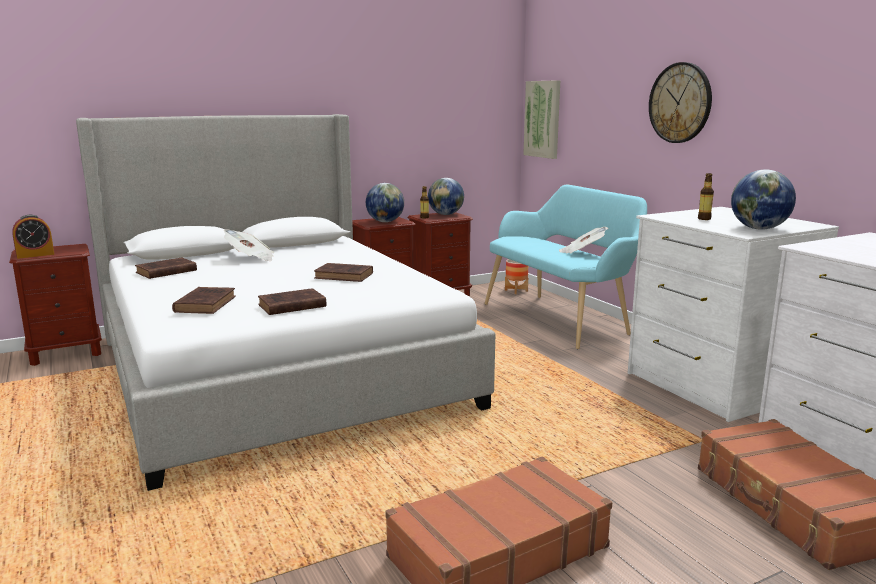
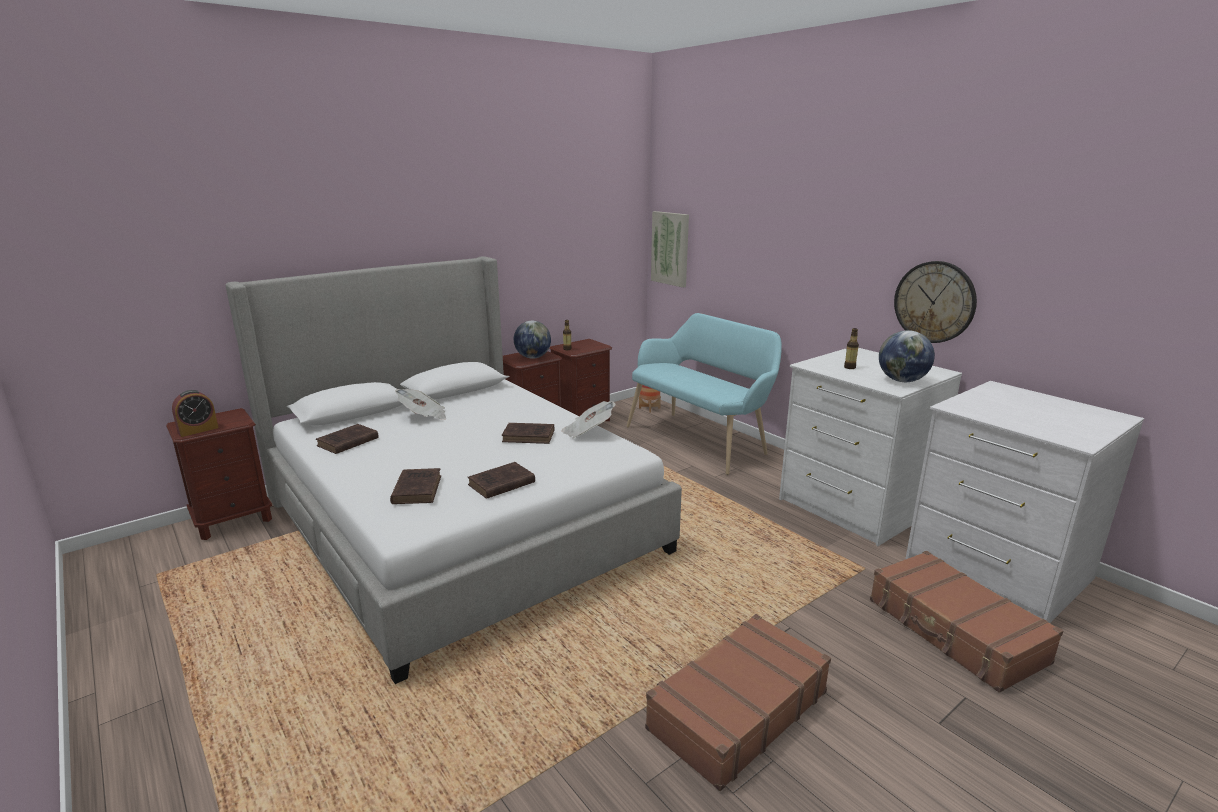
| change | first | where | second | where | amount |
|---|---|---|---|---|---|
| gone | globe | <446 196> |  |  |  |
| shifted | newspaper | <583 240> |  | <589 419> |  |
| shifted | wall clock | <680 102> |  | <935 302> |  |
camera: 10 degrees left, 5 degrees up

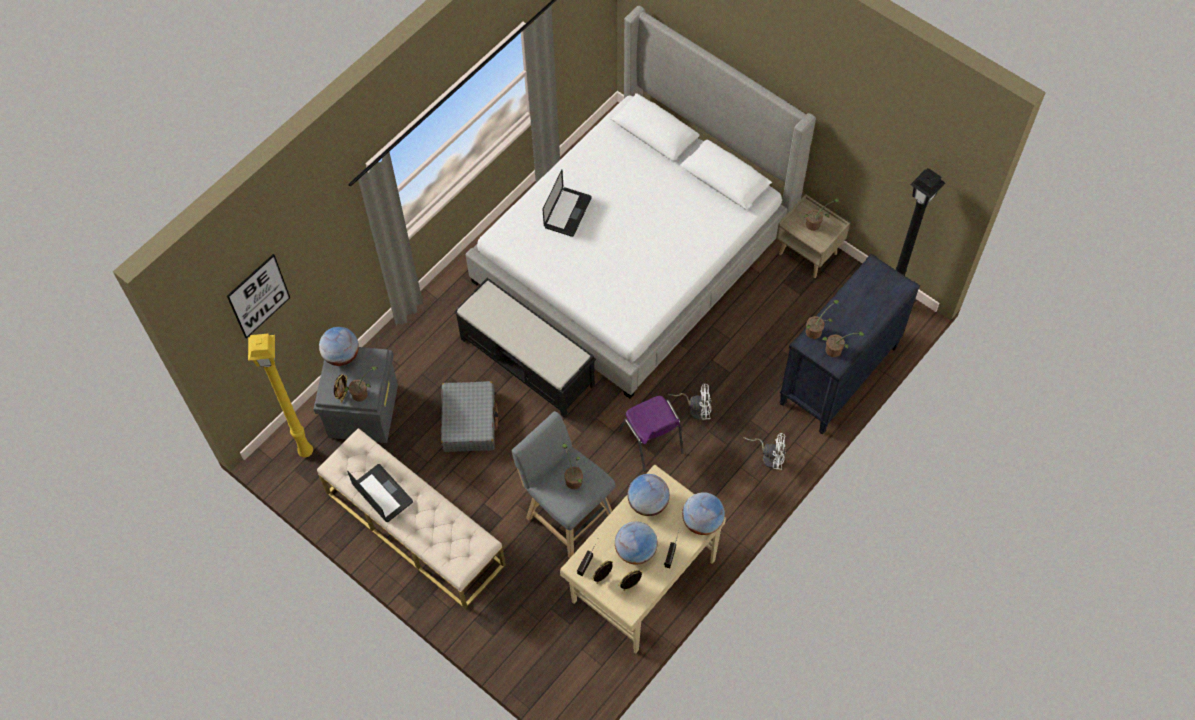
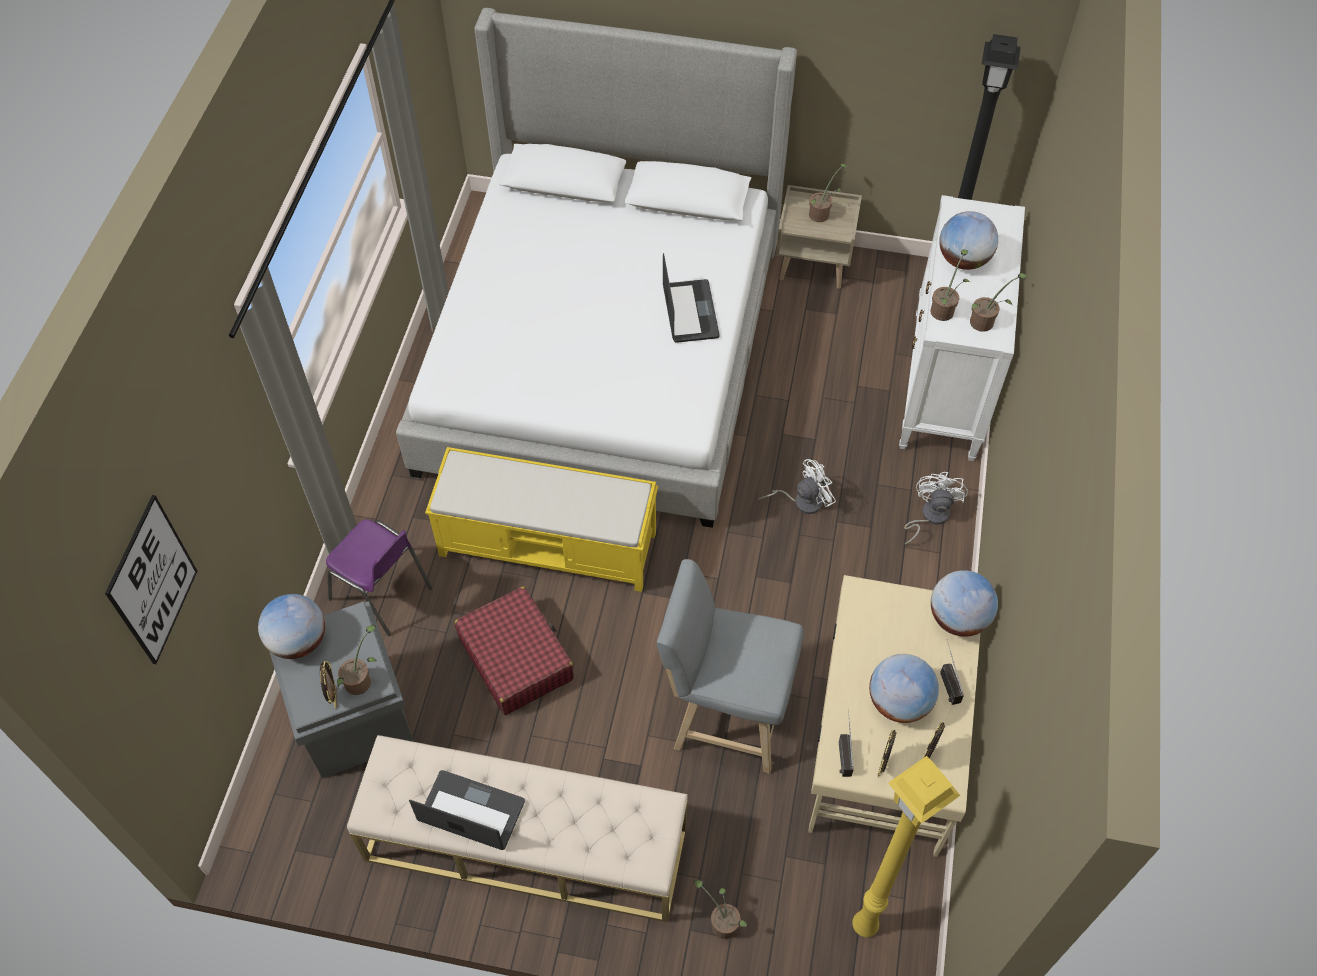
| change | first | where | second | where | amount |
|---|---|---|---|---|---|
| shifted | yellow floor lamp | <280 395> |  | <906 846> |  |
| repainted | grey suitcase | <469 416> | red suitcase | <514 651> |  |
| repainted | black bench | <525 348> | yellow bench | <541 519> |  |
| shifted | laptop | <567 203> |  | <691 298> |  |
| shifted | potted plant | <572 466> |  | <721 909> |  |
| shifted | purple chair | <651 434> |  | <379 577> |  |
| shifted | globe | <648 495> |  | <968 240> |  |
| rotated | white fan | <765 451> |  | <936 508> | 60 degrees counterclockwise |
| repainted | black dresser | <850 344> | white dresser | <962 328> |  |
camera: 30 degrees left, 5 degrees down

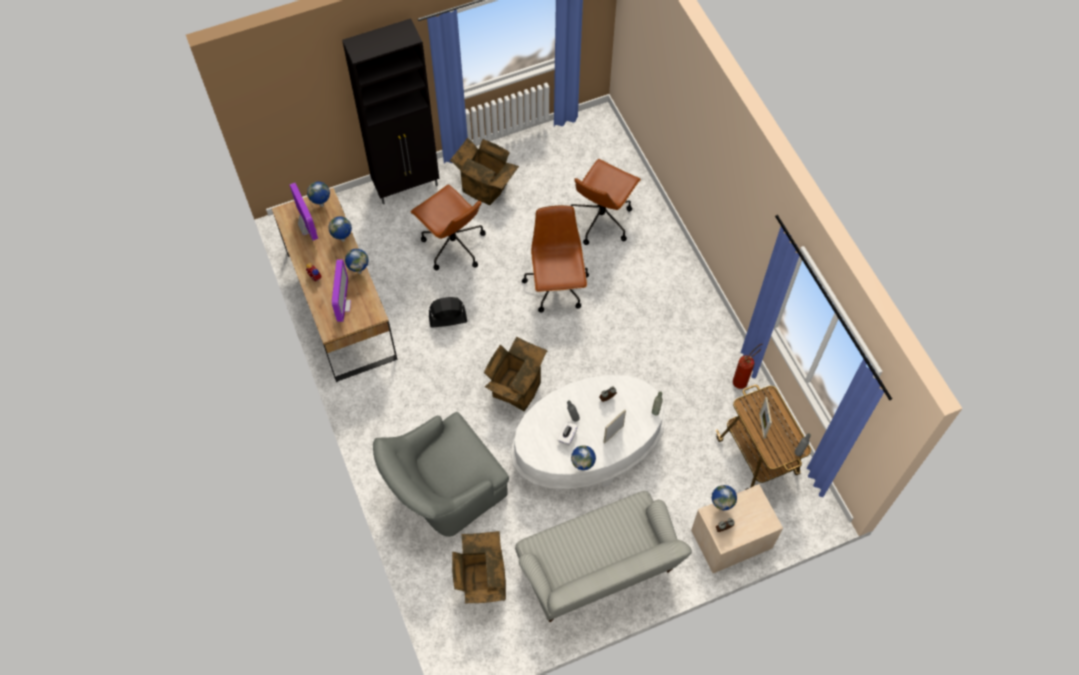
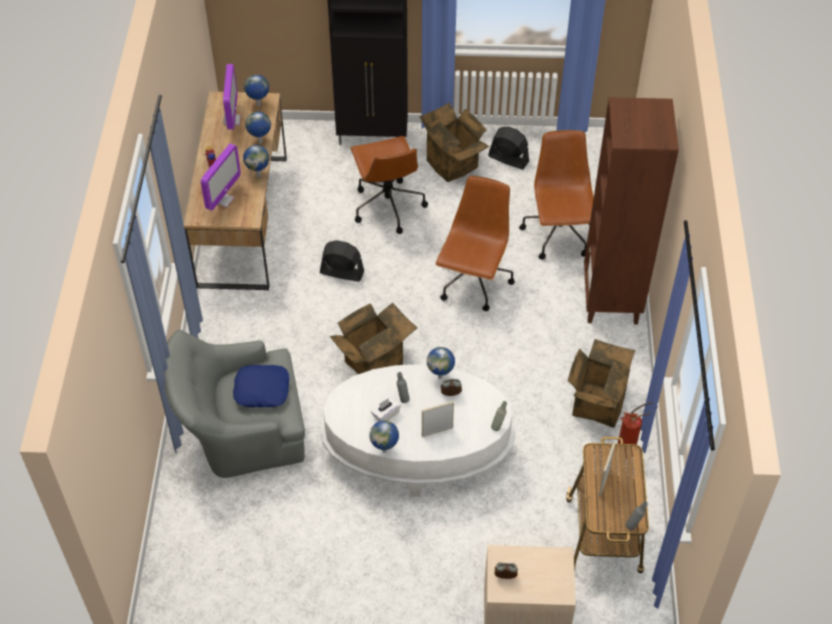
| change | first | where | second | where | amount |
|---|---|---|---|---|---|
| shifted | cardboard box | <479 567> |  | <601 383> |  |
| gone | sofa | <603 556> |  |  |  |
| rotated | brown office chair | <606 202> |  | <556 194> | 120 degrees clockwise |
| shifted | globe | <724 497> |  | <441 363> |  |
| new |  |  | blue pillow | <261 386> |  |
| new |  |  | black fan | <508 148> |  |
| new |  |  | brown bookcase | <631 211> |  |
camera: 25 degrees right, 10 degrees down

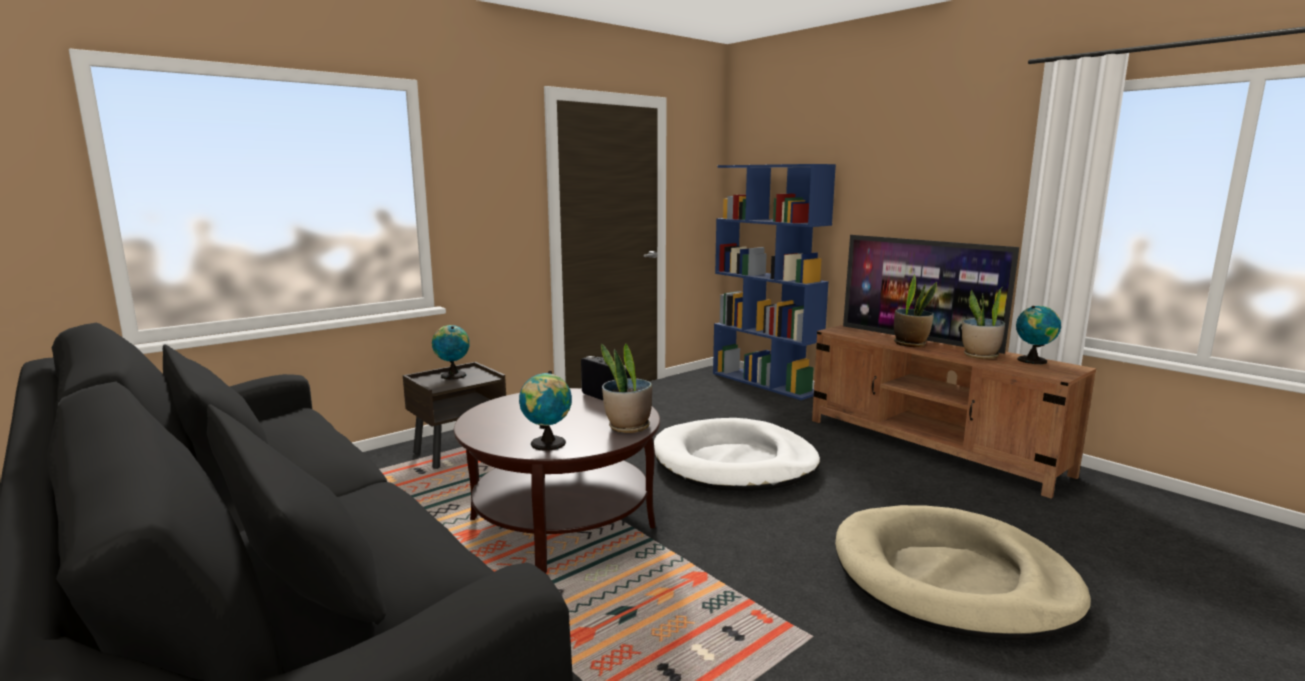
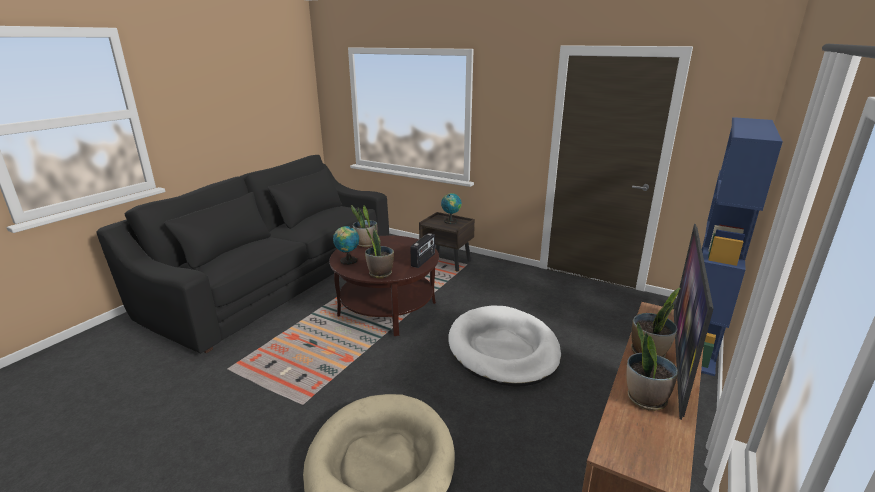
| change | first | where | second | where | amount |
|---|---|---|---|---|---|
| gone | globe | <1038 335> |  |  |  |
| new |  |  | potted plant | <364 226> |  |
camera: 70 degrees right, 10 degrees up

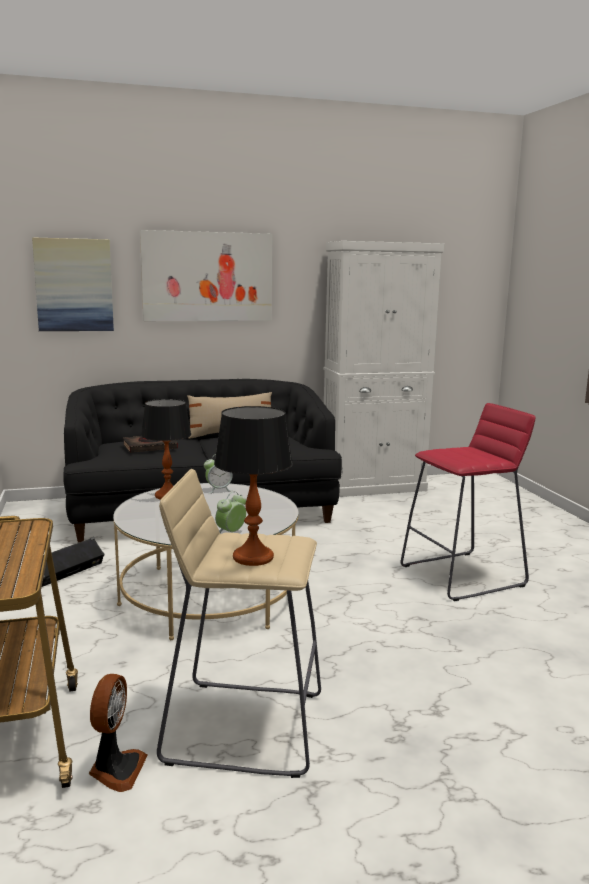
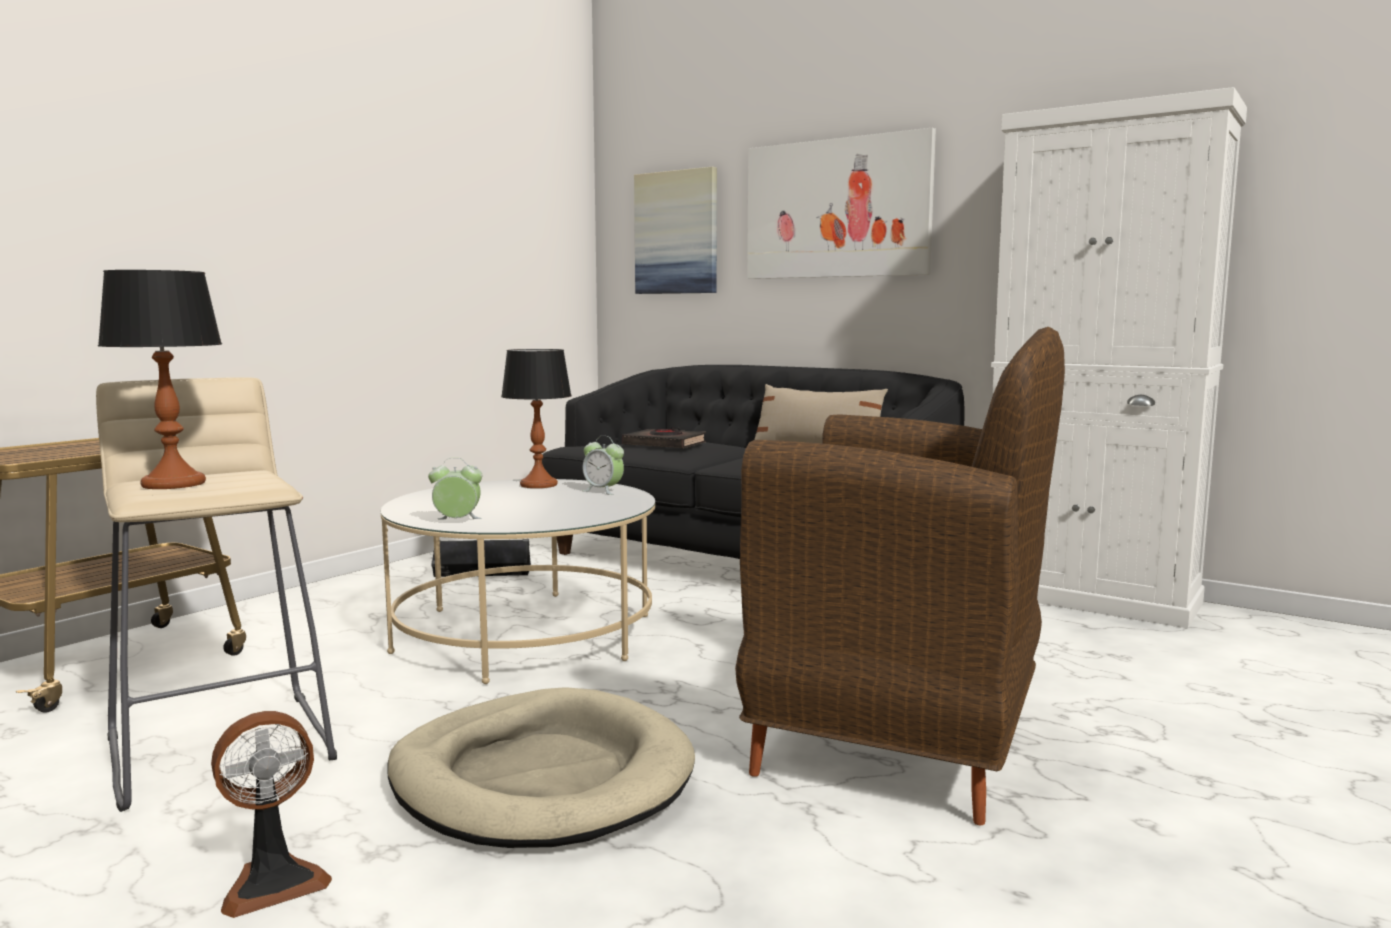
| change | first | where | second | where | amount |
|---|---|---|---|---|---|
| shifted | fan | <118 733> |  | <271 814> |  |
| swapped | red stool | <468 502> | brown armchair | <900 576> |  |
| new |  |  | beige dog bed | <541 767> |  |
camera: 50 degrees right, 5 degrees down

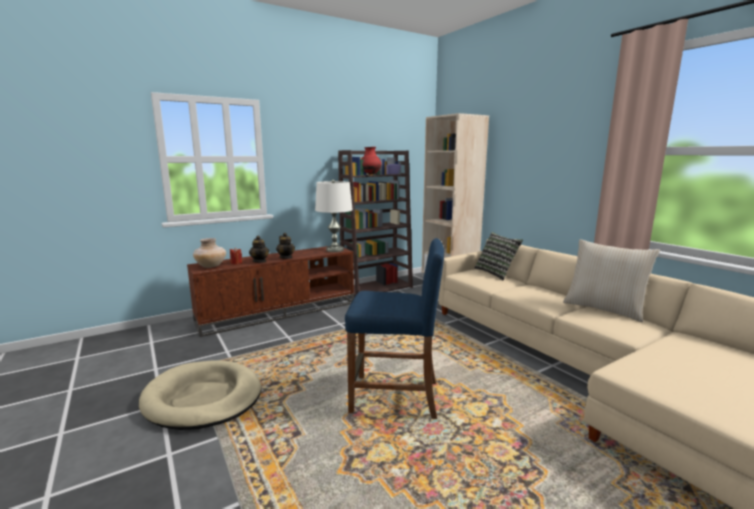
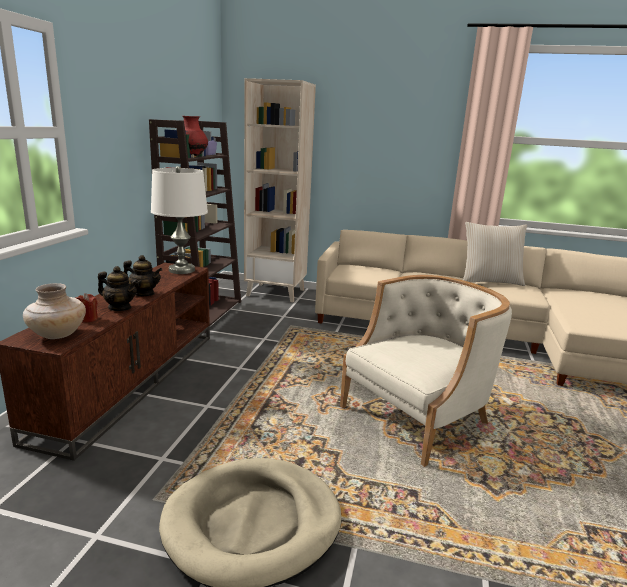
| change | first | where | second | where | amount |
|---|---|---|---|---|---|
| swapped | blue stool | <394 328> | beige armchair | <426 371> |  |
| gone | pillow | <498 256> |  |  |  |
camera: 45 degrees left, 5 degrees up

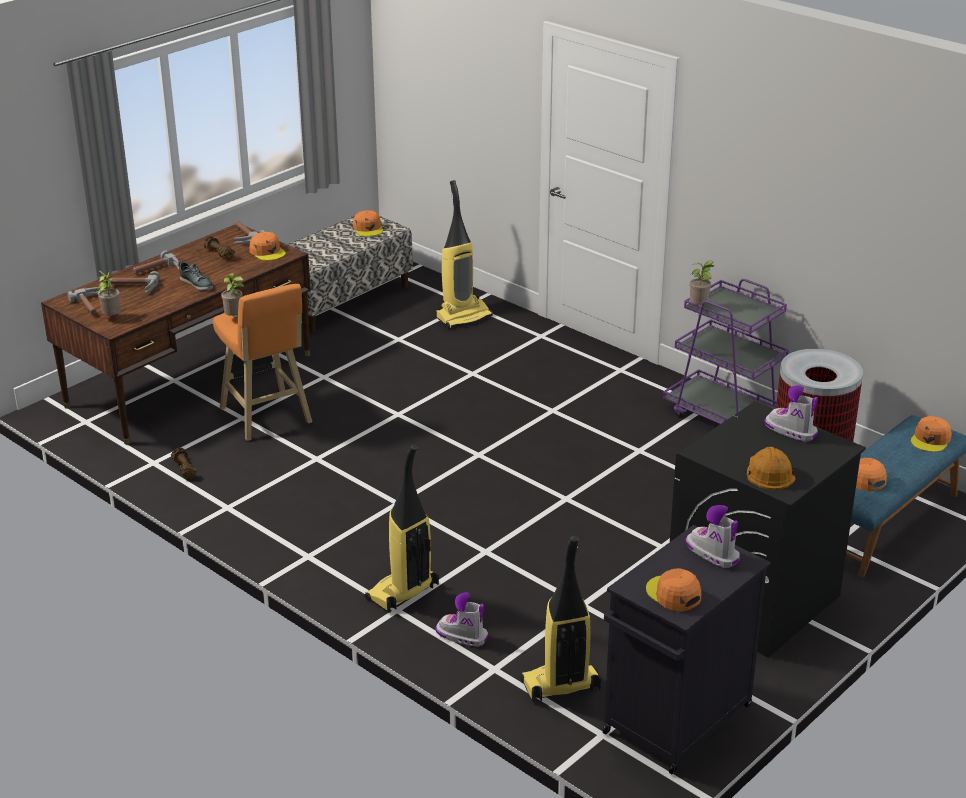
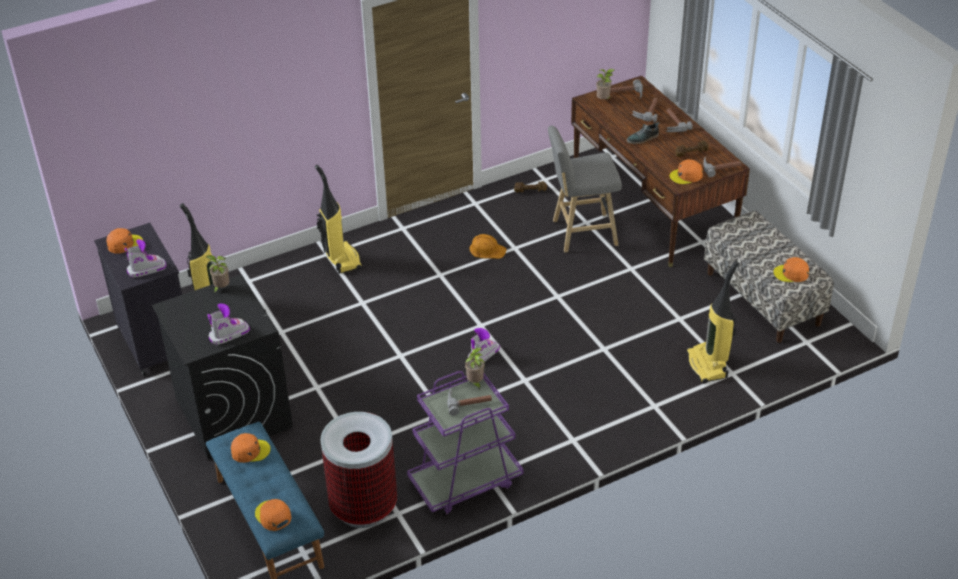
| change | first | where | second | where | amount |
|---|---|---|---|---|---|
| repainted | orange stool | <262 362> | grey stool | <585 189> |  |
| shifted | potted plant | <232 295> |  | <217 274> |  |
| shifted | boot | <461 619> |  | <484 345> |  |
| shifted | orange hard hat | <771 468> |  | <488 246> |  |
| new |  |  | hammer | <469 401> |  |
camera: 110 degrees right, 10 degrees up

